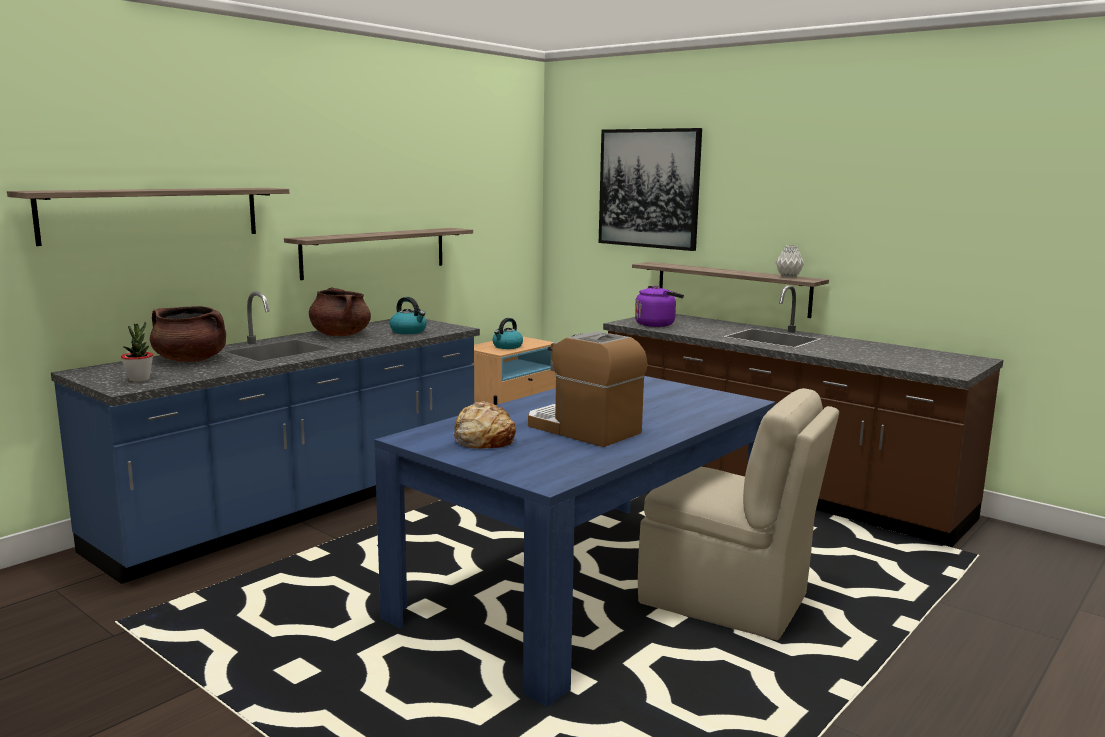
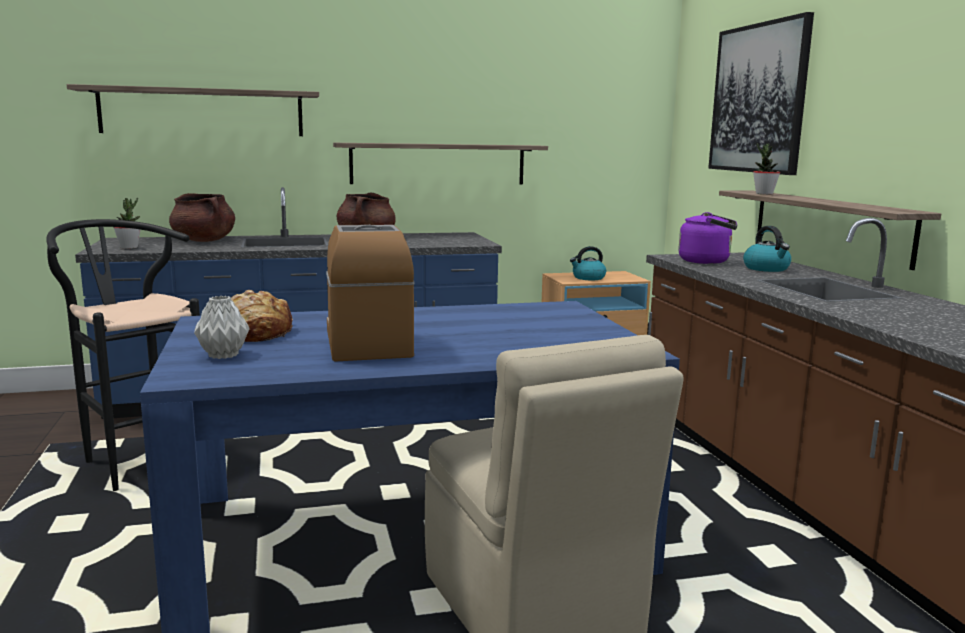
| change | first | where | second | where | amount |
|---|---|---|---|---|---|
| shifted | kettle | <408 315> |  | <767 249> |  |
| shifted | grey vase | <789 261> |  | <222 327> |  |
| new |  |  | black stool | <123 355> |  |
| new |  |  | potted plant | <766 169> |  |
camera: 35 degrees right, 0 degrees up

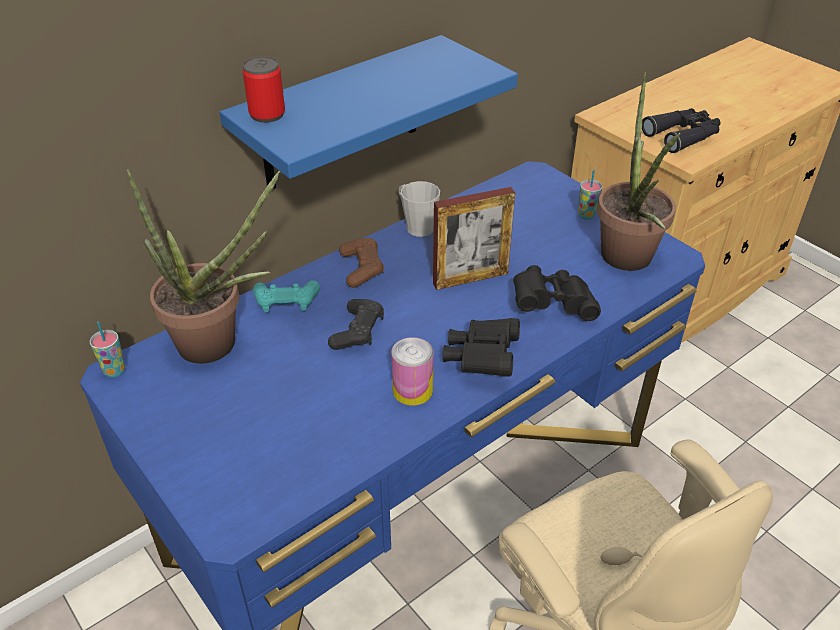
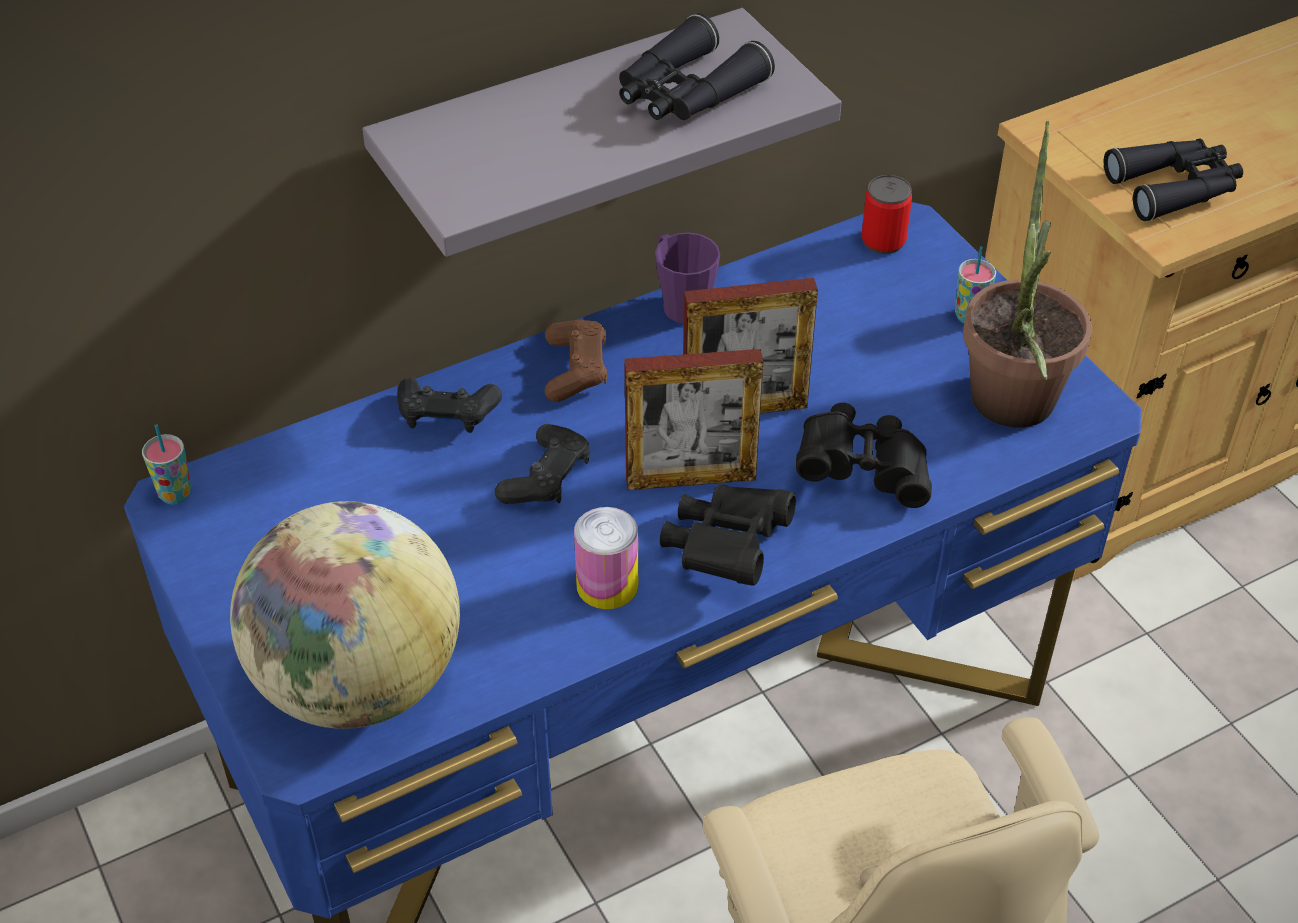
| change | first | where | second | where | amount |
|---|---|---|---|---|---|
| gone | potted plant | <204 267> |  |  |  |
| repainted | blue shelf | <368 112> | grey shelf | <602 132> |  |
| shifted | can | <264 89> |  | <887 214> |  |
| repainted | turquoise game controller | <286 296> | black game controller | <449 405> |  |
| repainted | grey mug | <419 209> | purple mug | <687 277> |  |
| new |  |  | globe | <345 615> |  |
| new |  |  | black binoculars | <697 66> |  |
| new |  |  | picture frame | <693 419> |  |
camera: 10 degrees right, 5 degrees up

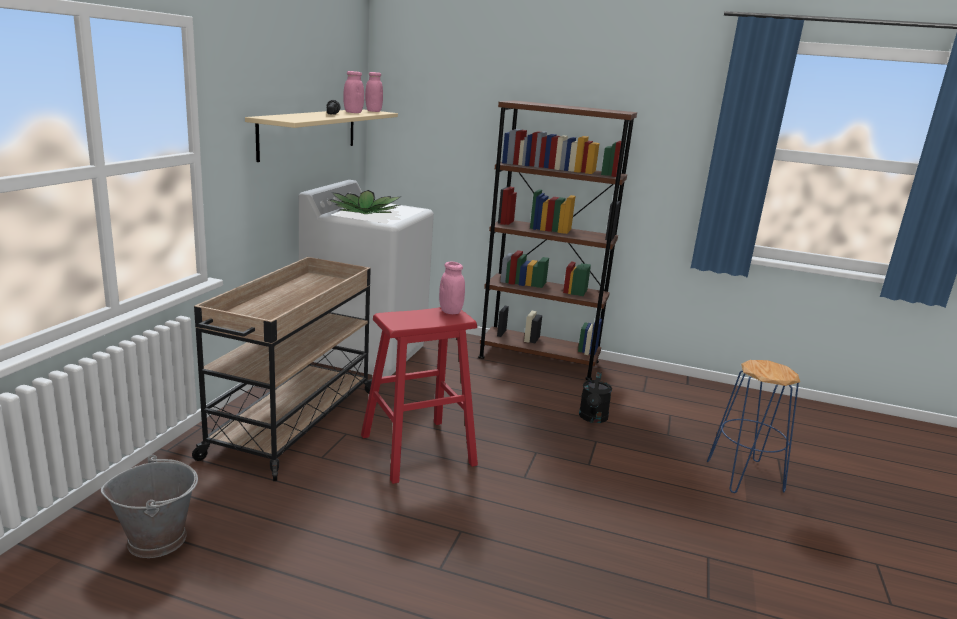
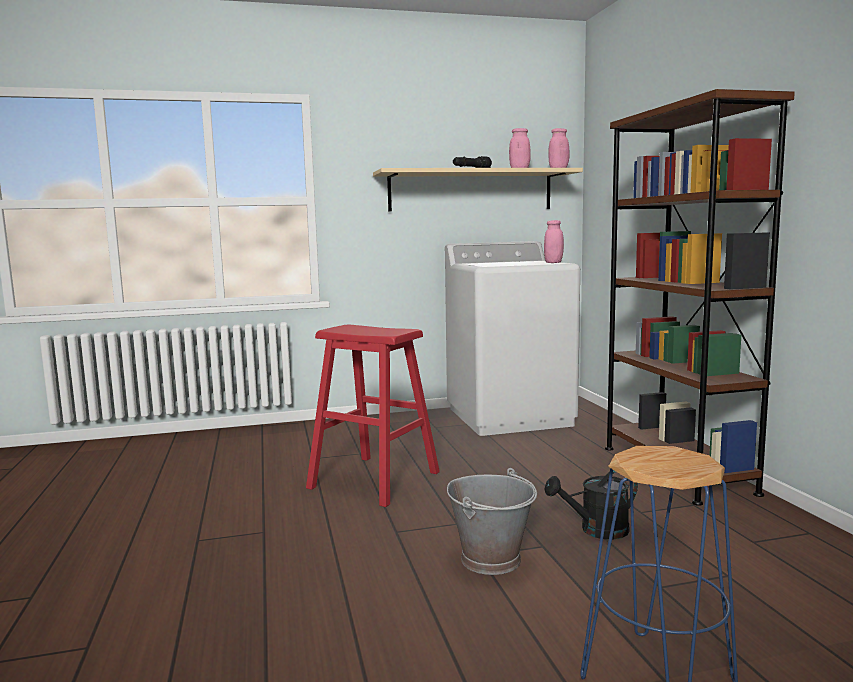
| change | first | where | second | where | amount |
|---|---|---|---|---|---|
| shifted | grey bucket | <149 506> |  | <492 521> |  |
| gone | beige cart | <282 369> |  |  |  |
| gone | potted plant | <365 202> |  |  |  |
| shifted | pink jar | <452 288> |  | <554 241> |  |
camera: 60 degrees right, 10 degrees down

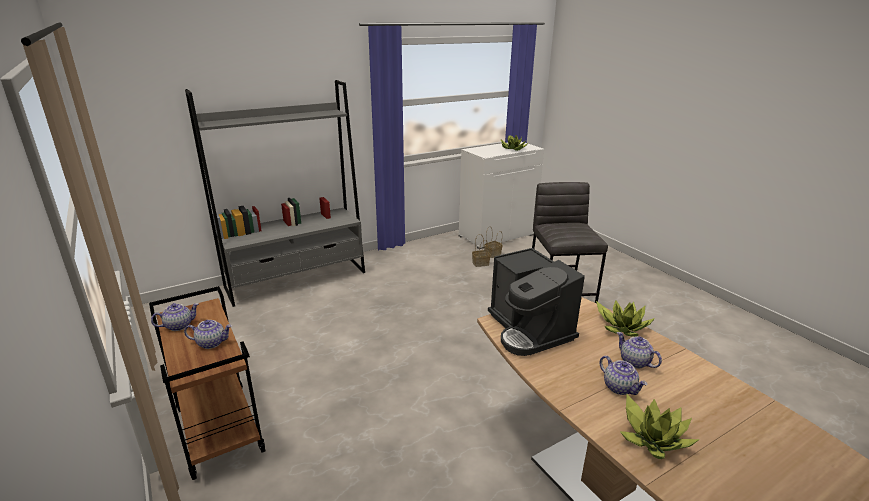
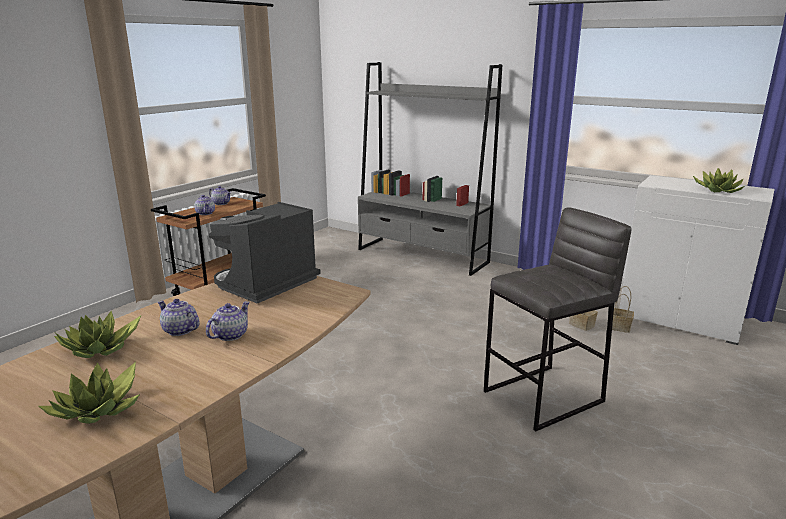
| change | first | where | second | where | amount |
|---|---|---|---|---|---|
| shifted | potted plant | <625 318> |  | <89 393> |  |
| rotated | teapot | <623 375> |  | <178 317> | 90 degrees clockwise |
camera: 65 degrees right, 5 degrees down

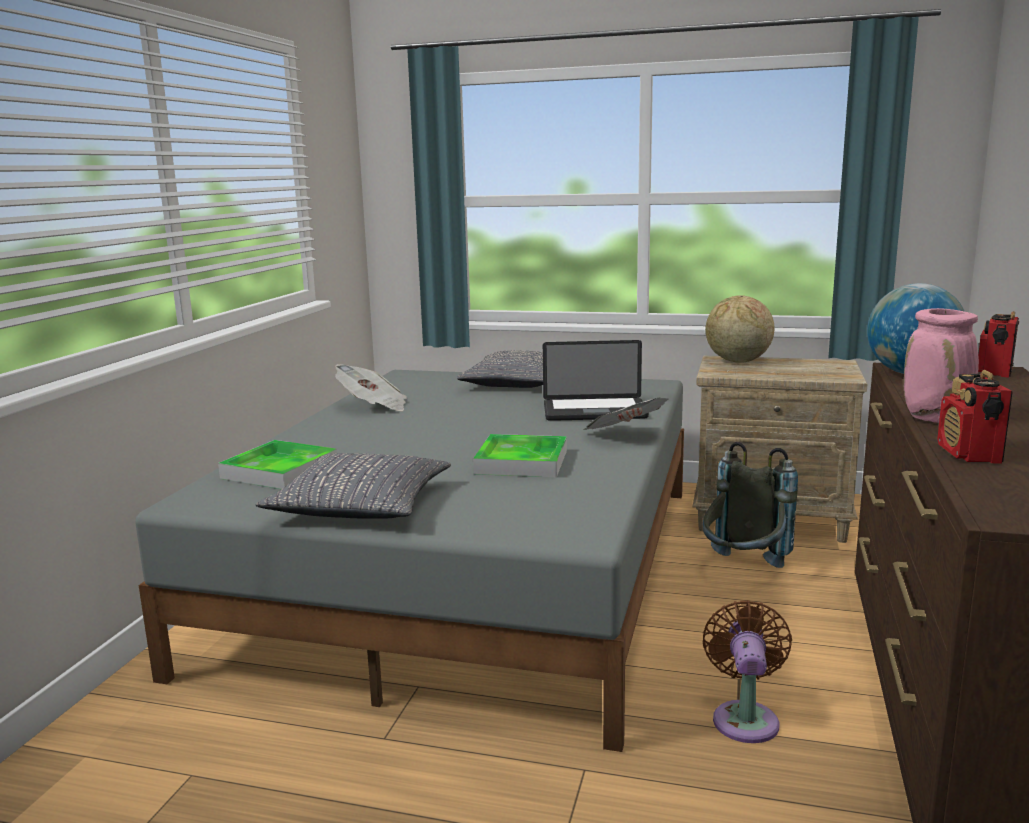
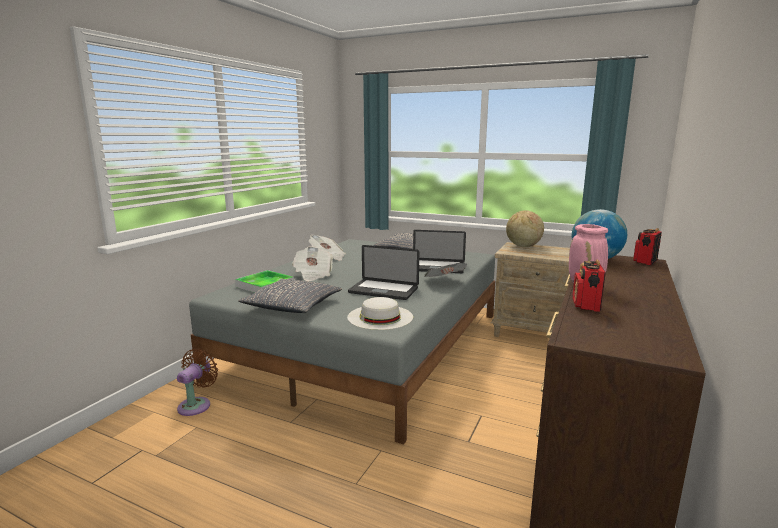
| change | first | where | second | where | amount |
|---|---|---|---|---|---|
| swapped | tray | <520 455> | laptop | <383 272> |  |
| gone | grey backpack | <750 505> |  |  |  |
| shifted | brown fan | <747 671> |  | <197 382> |  |
| new |  |  | newspaper | <312 263> |  |
| new |  |  | white hat | <380 313> |  |
camera: 10 degrees right, 0 degrees up

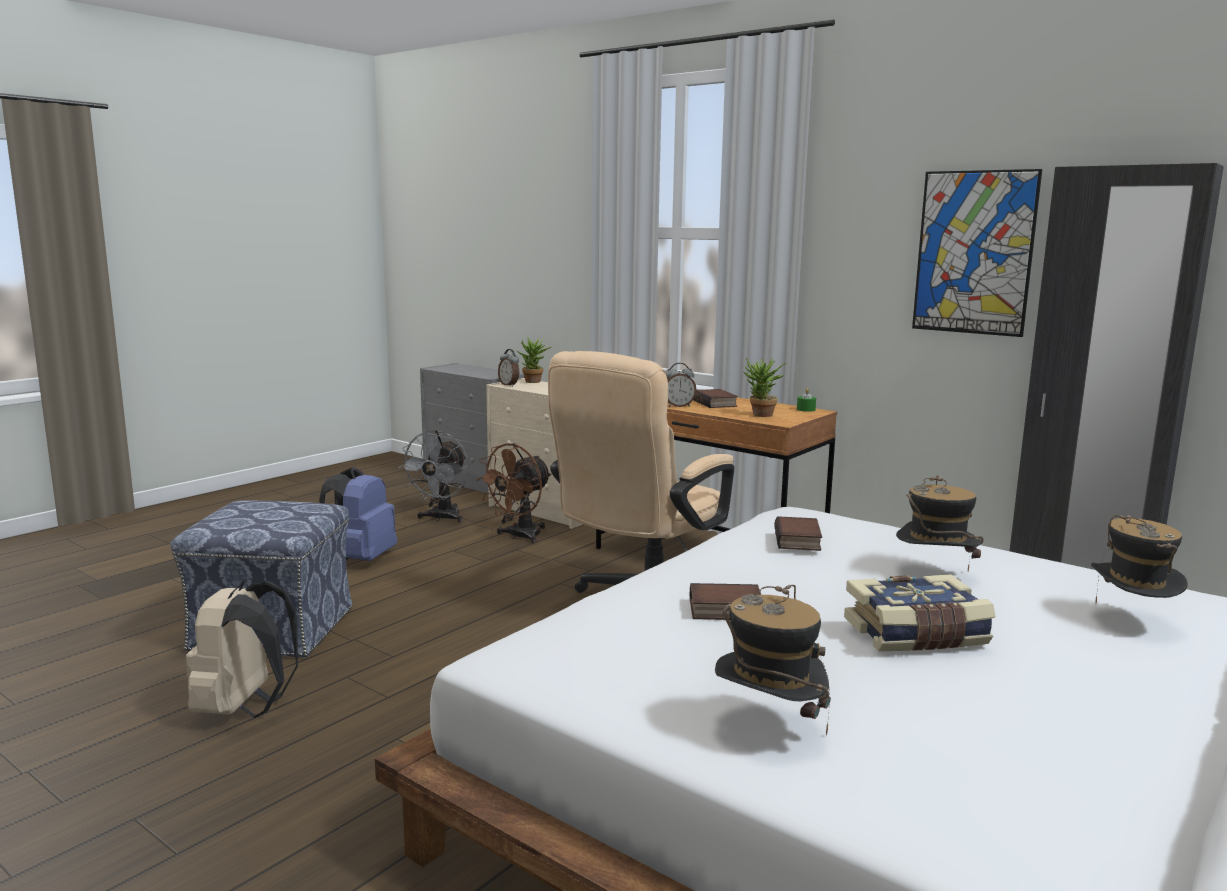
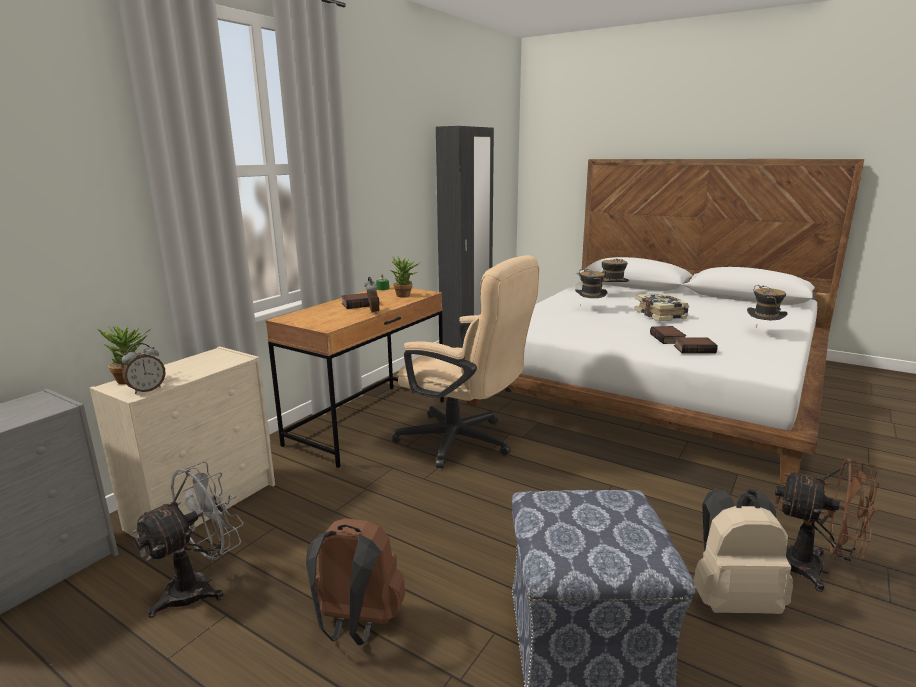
| change | first | where | second | where | amount |
|---|---|---|---|---|---|
| repainted | blue backpack | <358 514> | brown backpack | <355 581> |  |
| rotated | grey fan | <434 476> |  | <188 539> | 60 degrees counterclockwise |
| shifted | brown fan | <513 493> |  | <827 525> |  |
| shifted | book | <798 533> |  | <695 346> |  |
| gone | picture | <977 253> |  |  |  |
camera: 95 degrees left, 5 degrees up

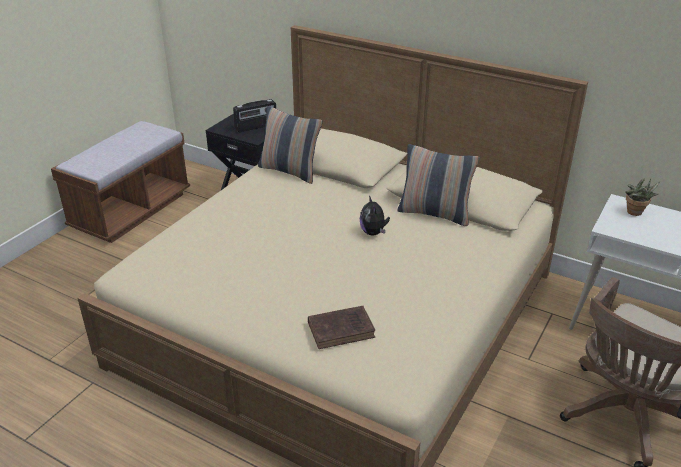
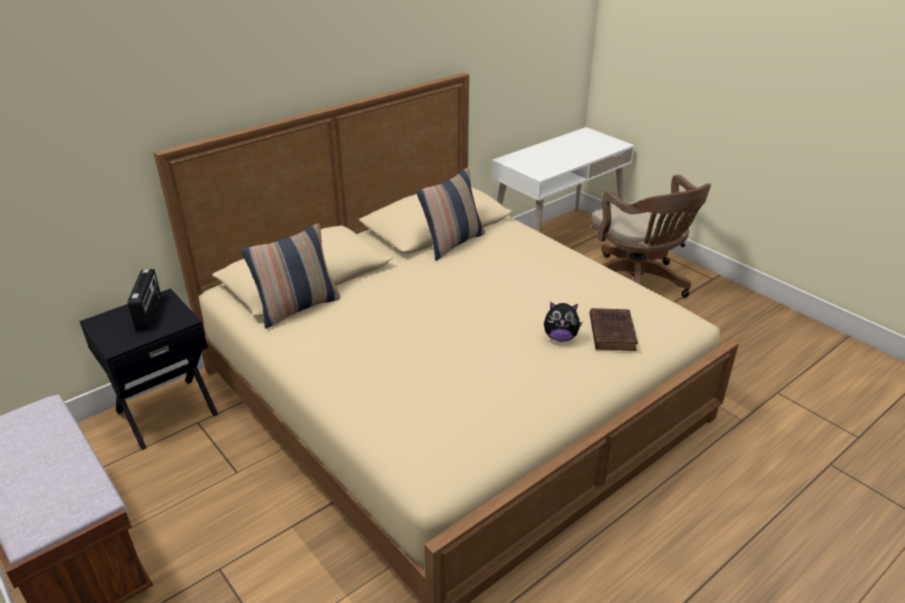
| change | first | where | second | where | amount |
|---|---|---|---|---|---|
| shifted | plush toy | <375 215> |  | <563 322> |  |
| gone | potted plant | <642 197> |  |  |  |
camera: 70 degrees left, 0 degrees up

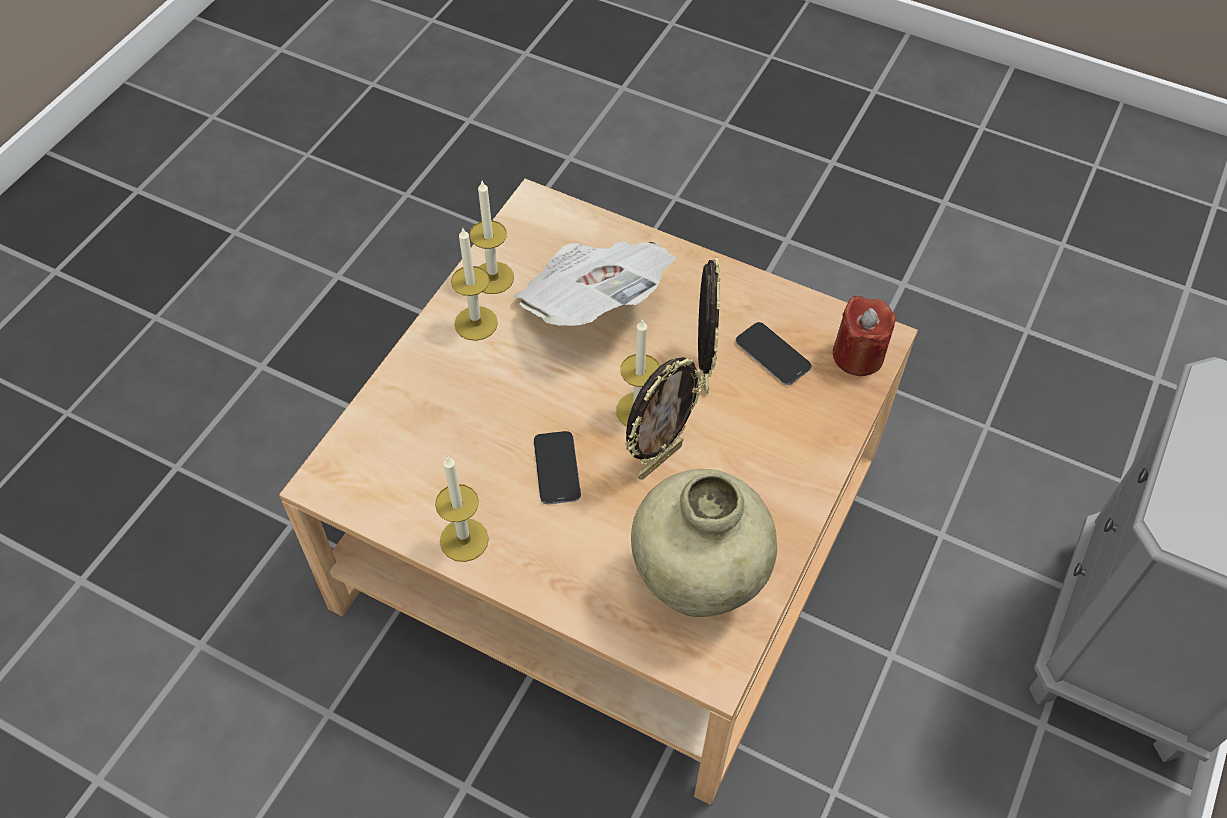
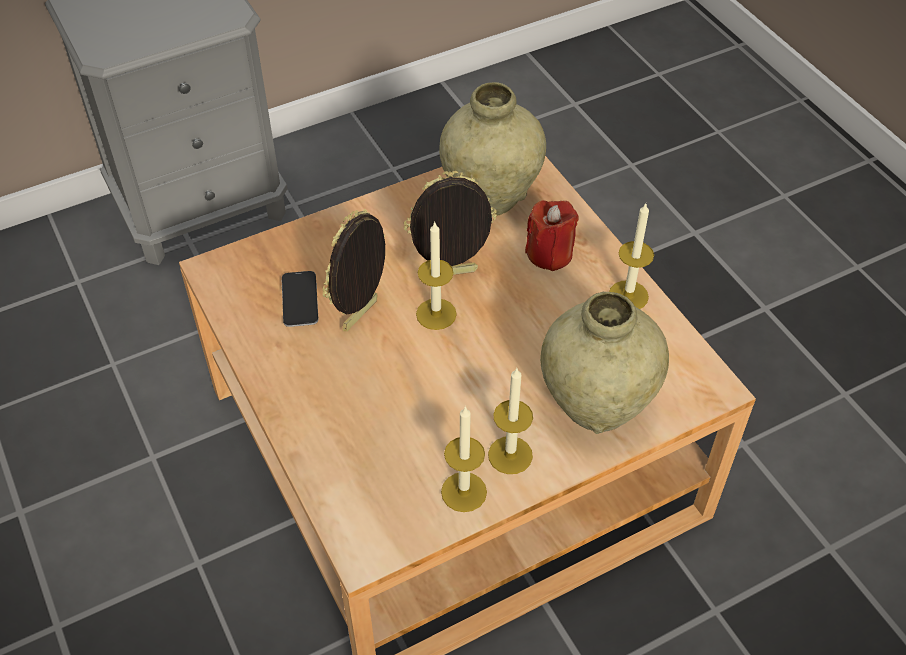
| change | first | where | second | where | amount |
|---|---|---|---|---|---|
| gone | newspaper | <594 283> |  |  |  |
| gone | phone | <557 467> |  |  |  |
| shifted | red candle | <864 336> |  | <552 236> |  |
| new |  |  | beige vase | <604 363> |  |
camera: 145 degrees left, 5 degrees down

